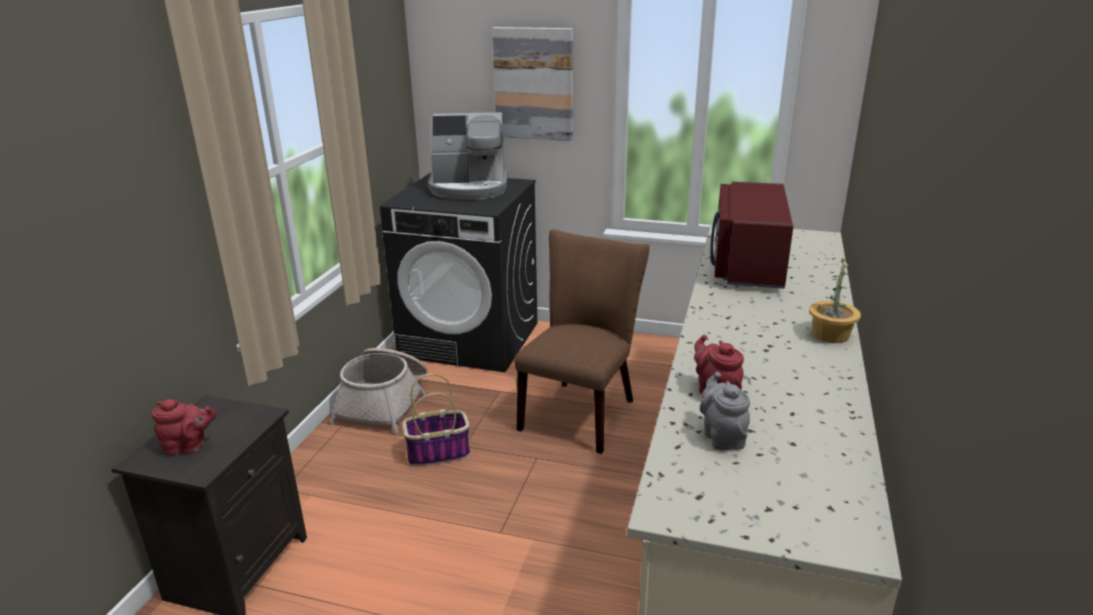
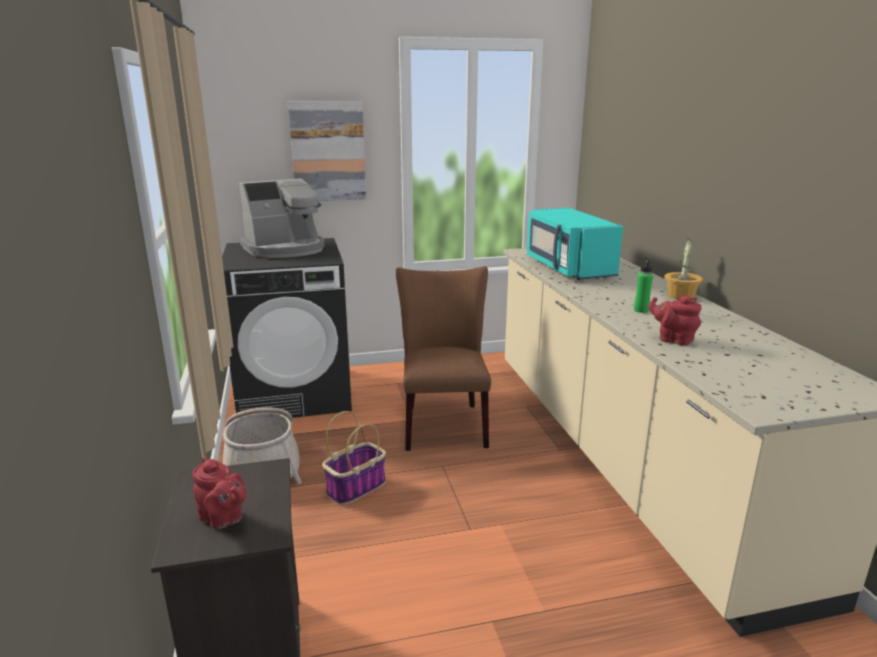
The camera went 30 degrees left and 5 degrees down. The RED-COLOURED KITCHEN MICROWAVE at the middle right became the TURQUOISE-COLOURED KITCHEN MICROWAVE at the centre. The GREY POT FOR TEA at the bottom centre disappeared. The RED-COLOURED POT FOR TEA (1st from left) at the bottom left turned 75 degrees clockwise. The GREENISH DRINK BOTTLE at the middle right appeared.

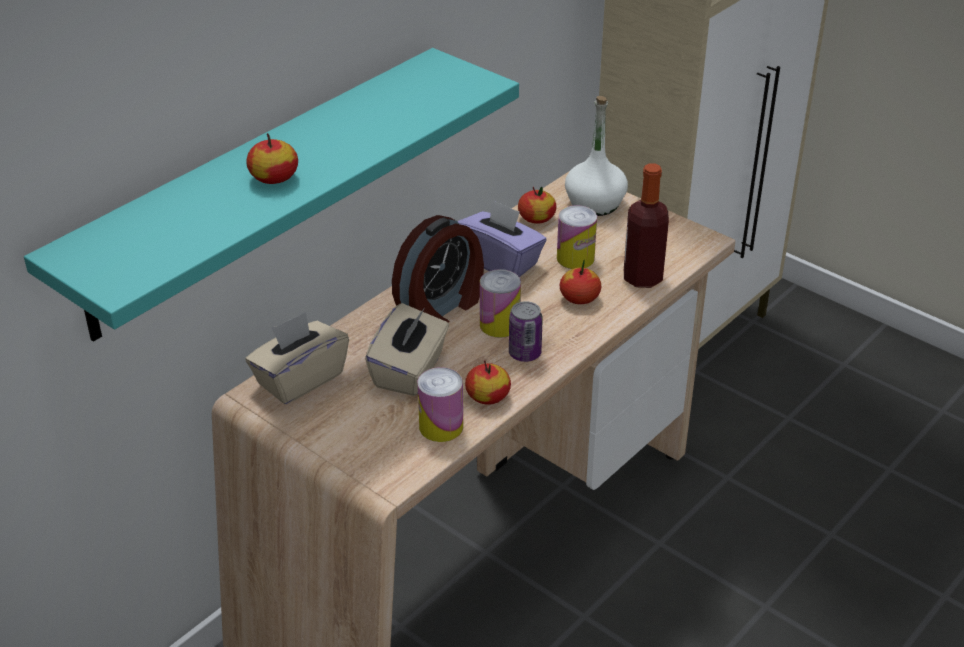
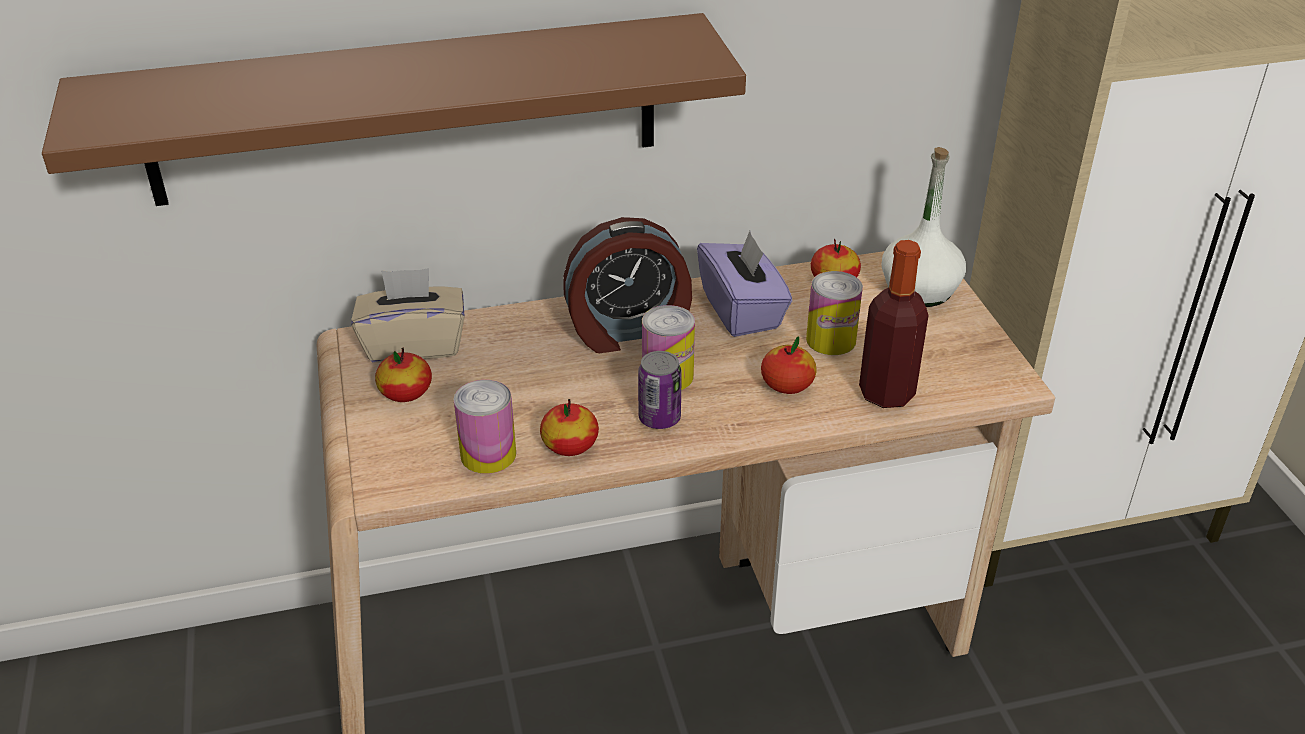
The camera went 35 degrees right and 0 degrees up. The TURQUOISE-COLOURED SHELF at the top left became the BROWN-COLOURED SHELF at the top left. The APPLE (1st from left) moved from the top left to the middle left. The BEIGE-COLOURED TISSUE BOX (2nd from left) at the centre disappeared.

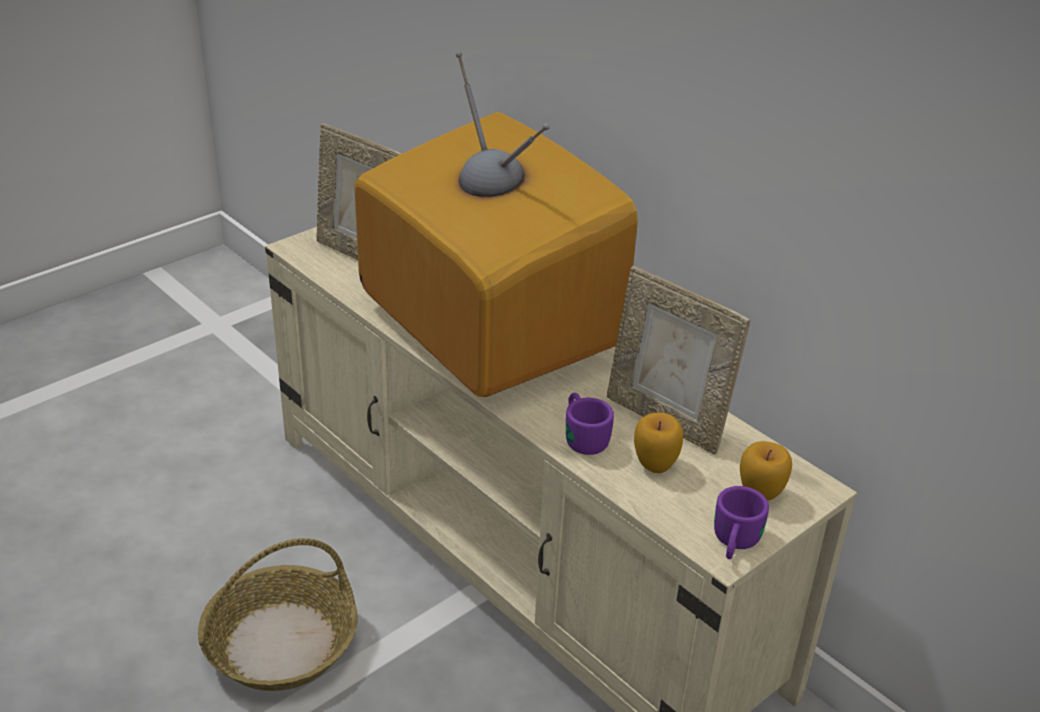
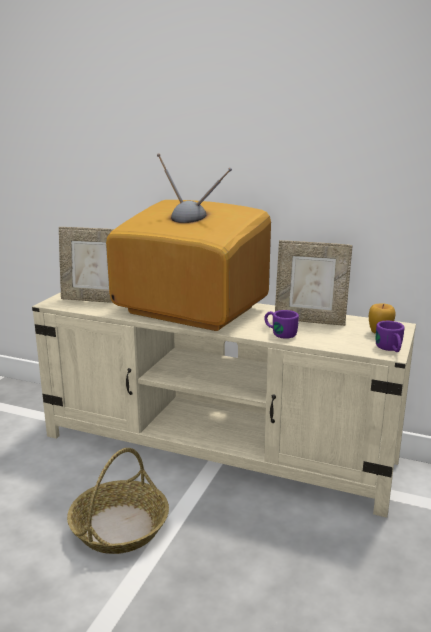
The camera went 25 degrees left and 15 degrees down. The APPLE (1st from left) at the centre disappeared.

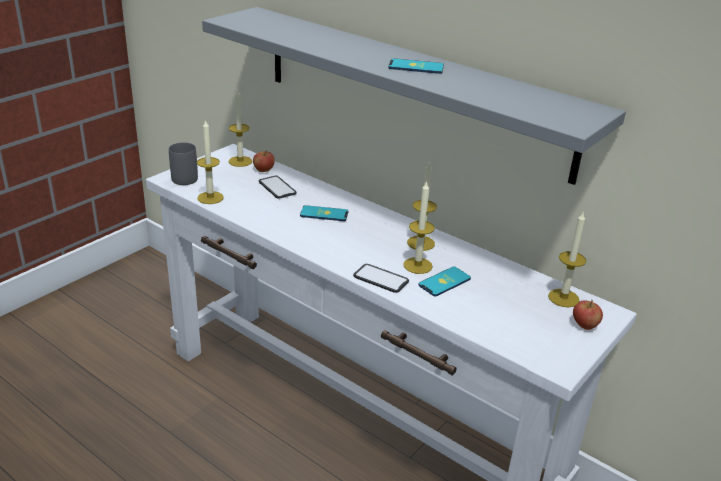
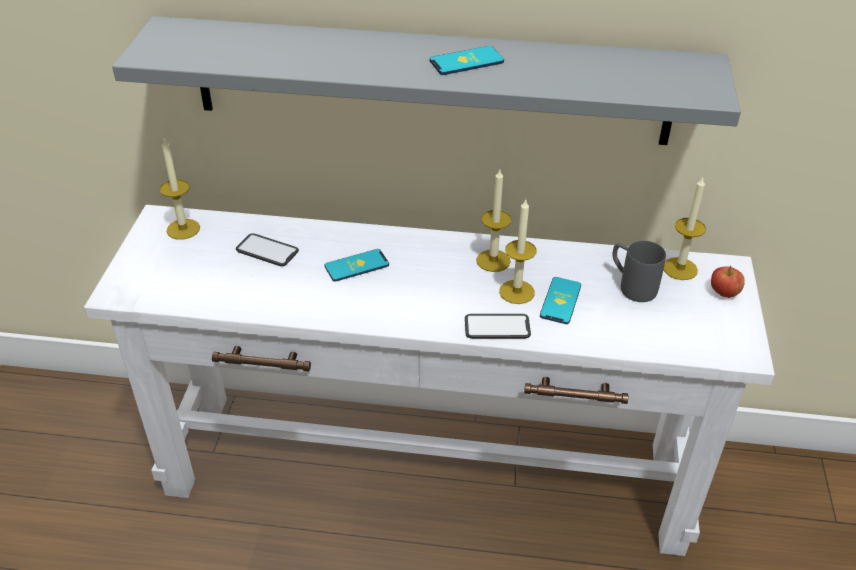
The camera went 30 degrees left and 10 degrees up. The CANDLE (1st from left) at the middle left disappeared. The GREY TEA MUG moved from the middle left to the middle right. The APPLE (1st from left) at the centre disappeared.

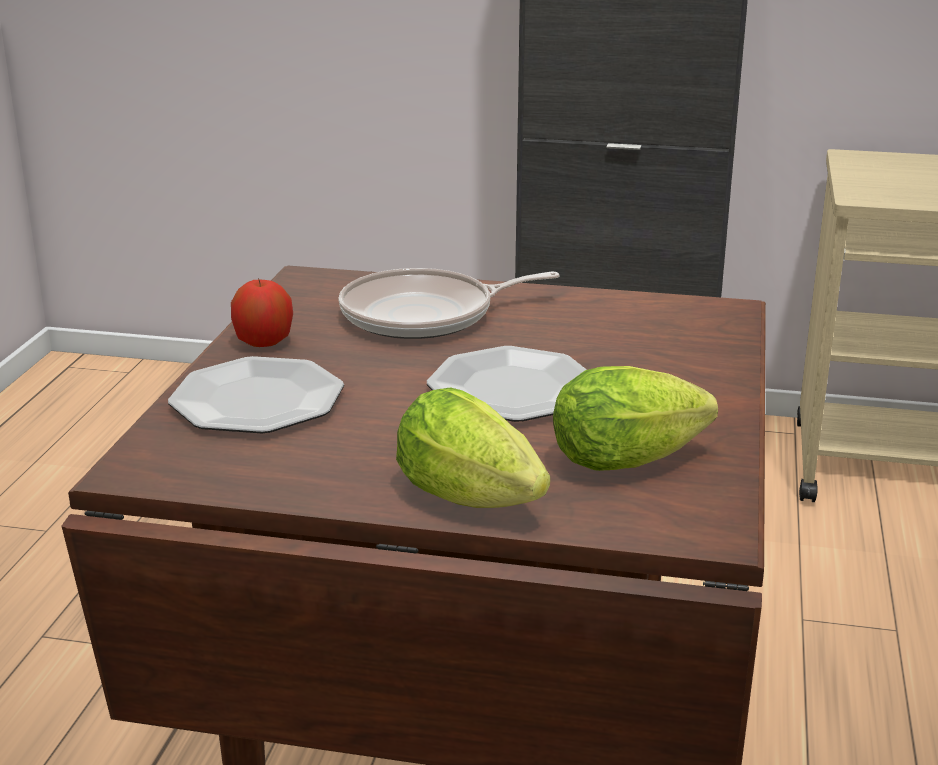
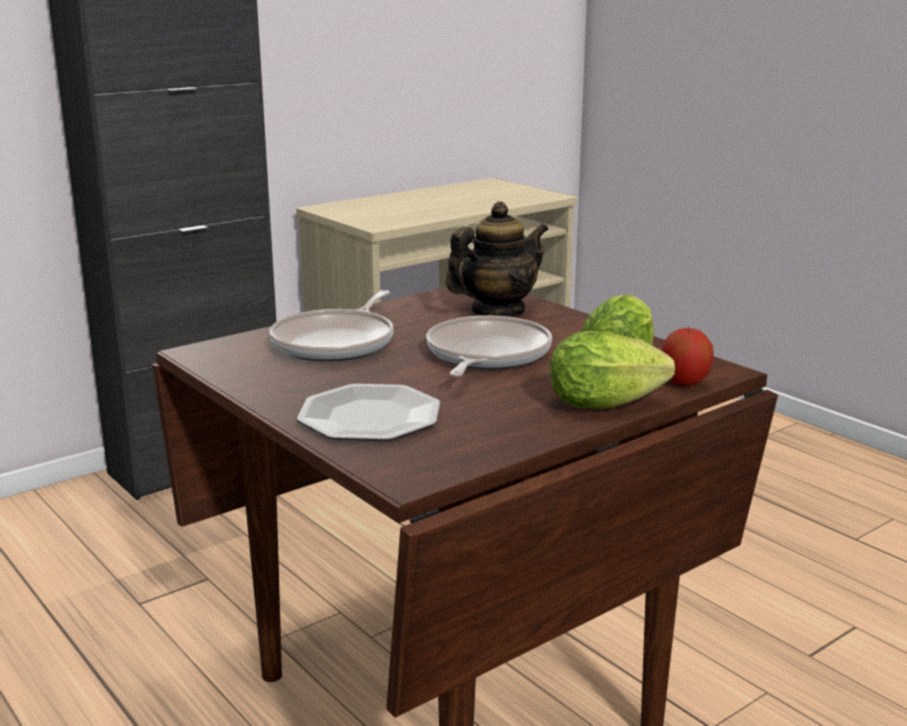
The camera went 50 degrees left and 5 degrees down. The APPLE moved from the middle left to the middle right. The FLAT DISH (2nd from left) at the centre was replaced by the SKILLET (2nd from left) at the centre. The POT FOR TEA at the centre appeared.

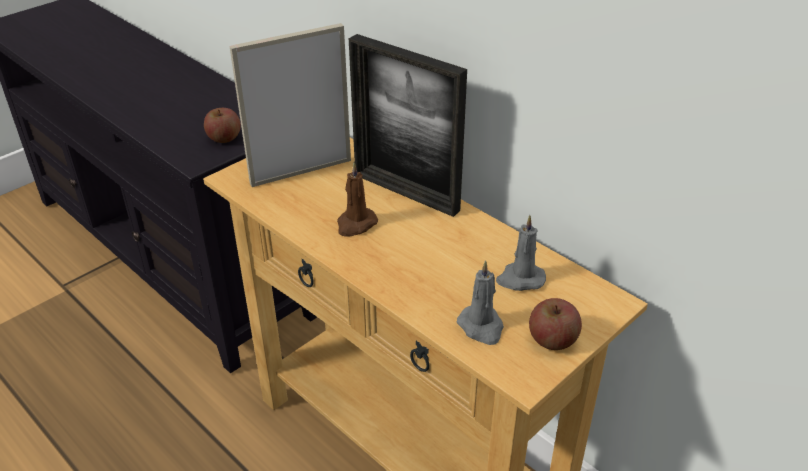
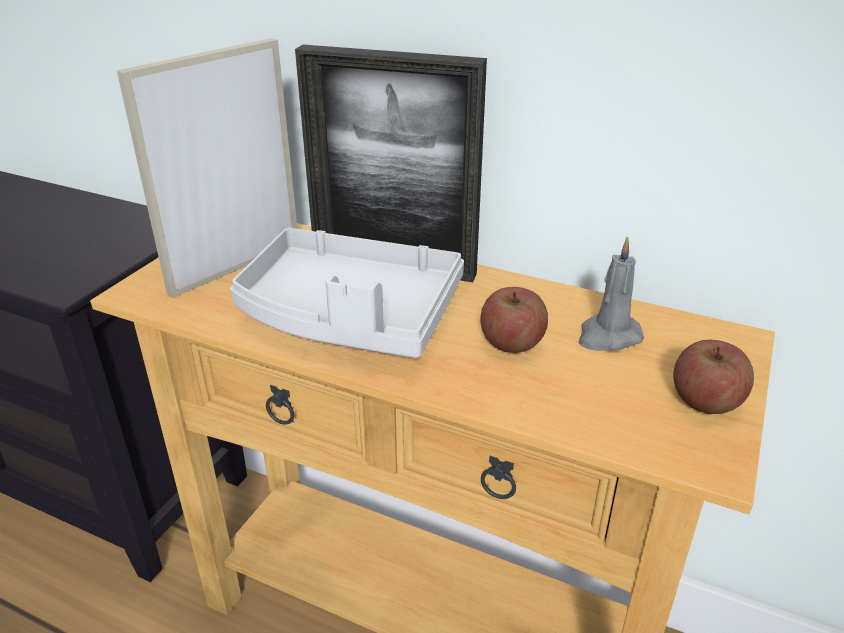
The camera went 20 degrees left and 5 degrees down. The APPLE (1st from left) moved from the top left to the centre. The BROWN-COLOURED CANDLE at the centre was replaced by the GREY SERVING TRAY at the centre. The GREY CANDLE (1st from left) at the centre disappeared.

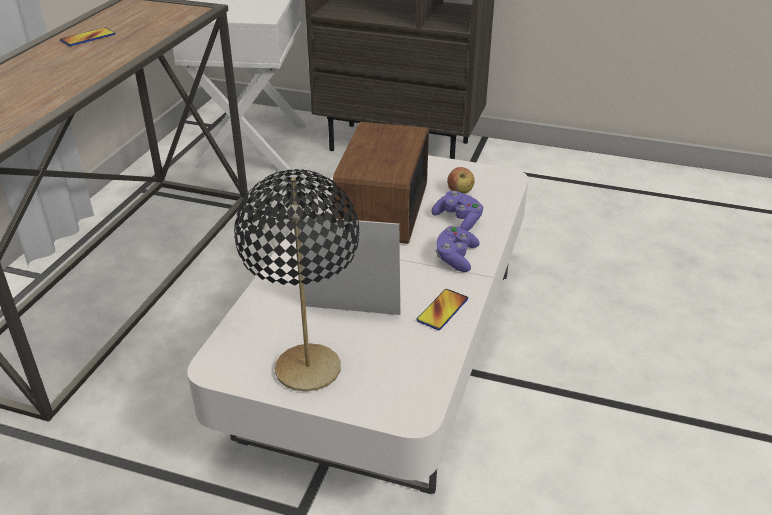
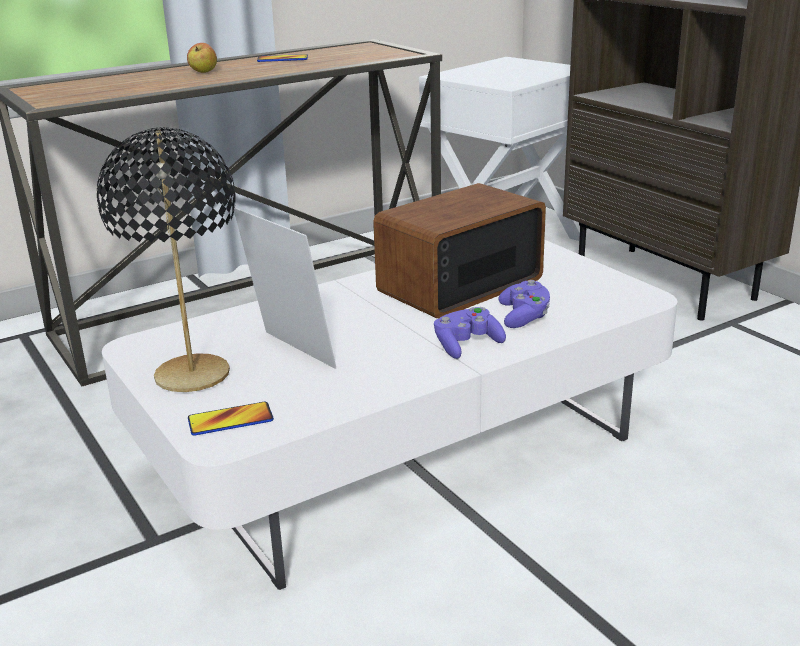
The camera went 40 degrees right and 10 degrees down. The APPLE moved from the centre to the top left. The TELEPHONE (2nd from left in the first image) moved from the centre to the middle left.

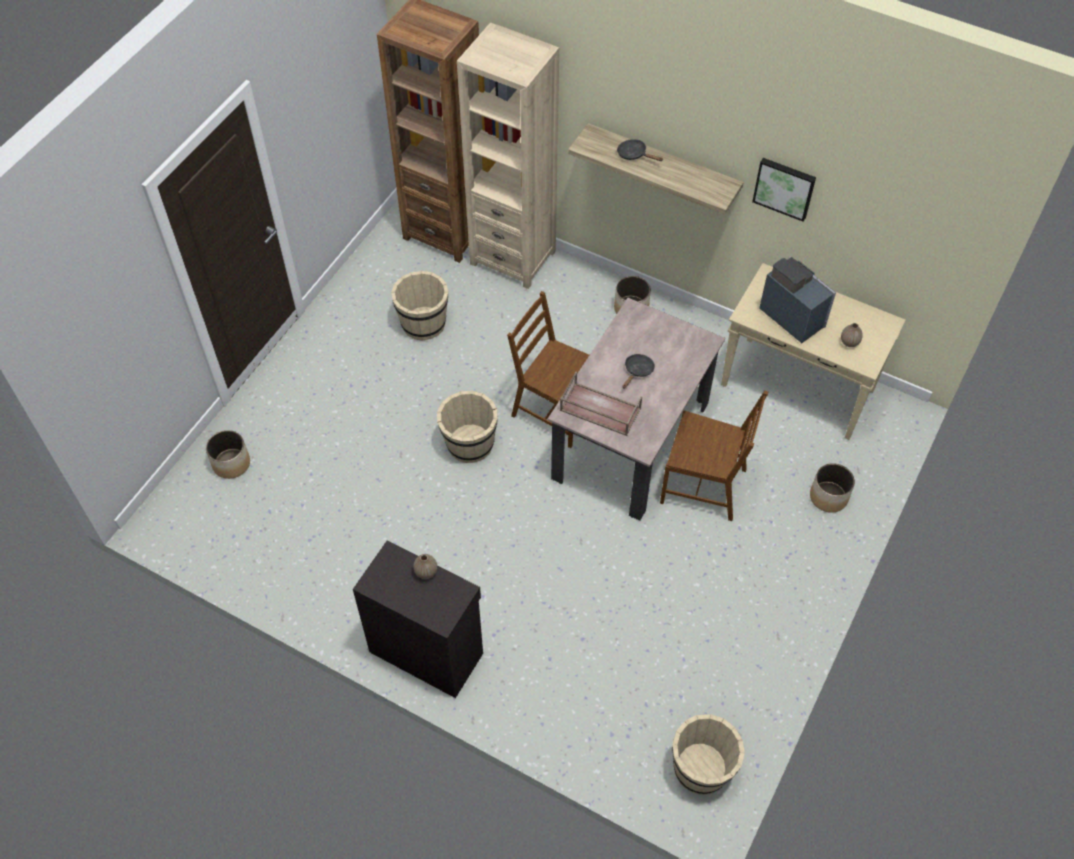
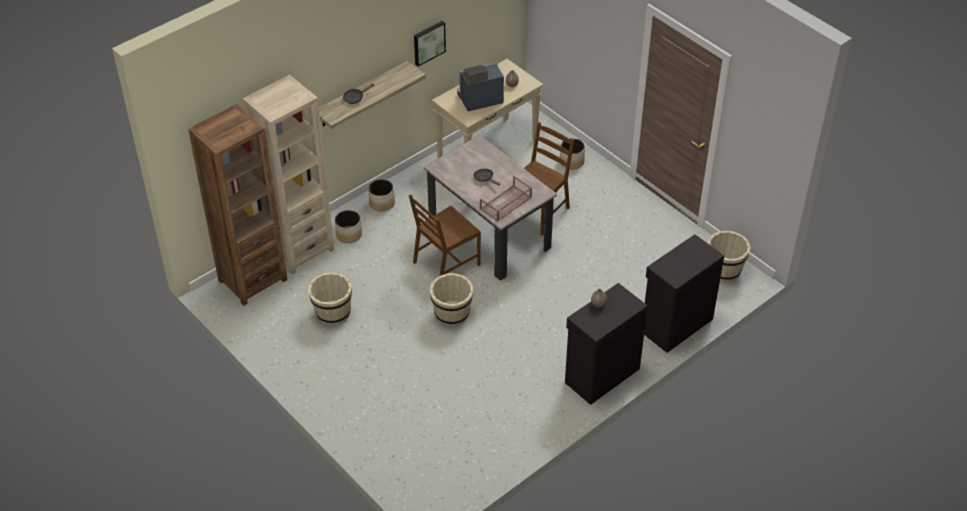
The camera went 70 degrees left and 10 degrees down. The FLOWER POT (1st from left) moved from the middle left to the centre. The BLACK-COLOURED STORAGE CABINET (2nd from left) at the middle right appeared.

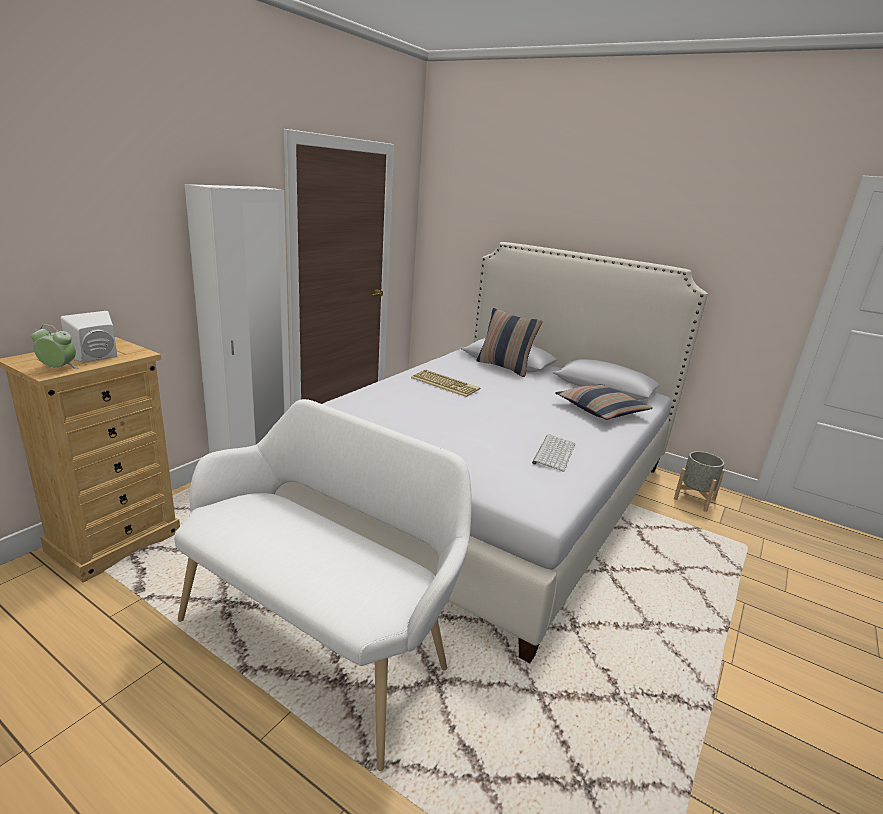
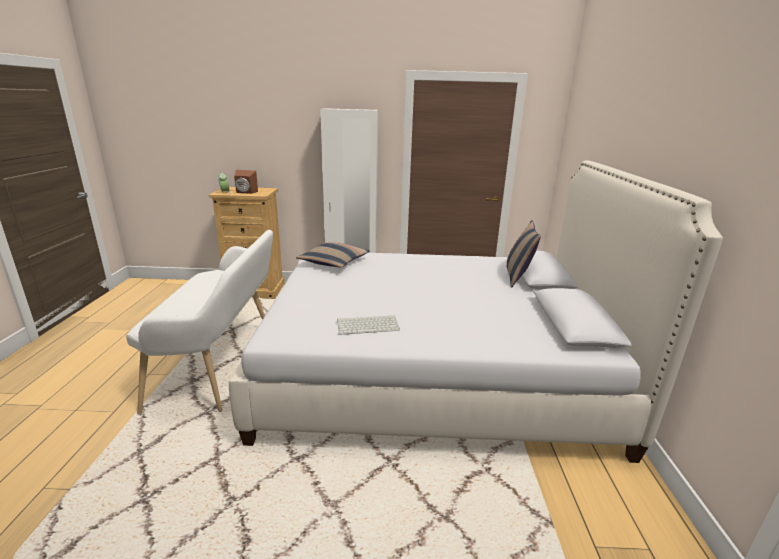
The camera went 60 degrees right and 0 degrees up. The WHITE-COLOURED LOUDSPEAKER at the middle left became the BROWN-COLOURED LOUDSPEAKER at the top left. The PC KEYBOARD (1st from left) at the centre disappeared. The CUSHION (2nd from left in the first image) moved from the middle right to the centre. The GREY FLOWER POT at the middle right disappeared.

